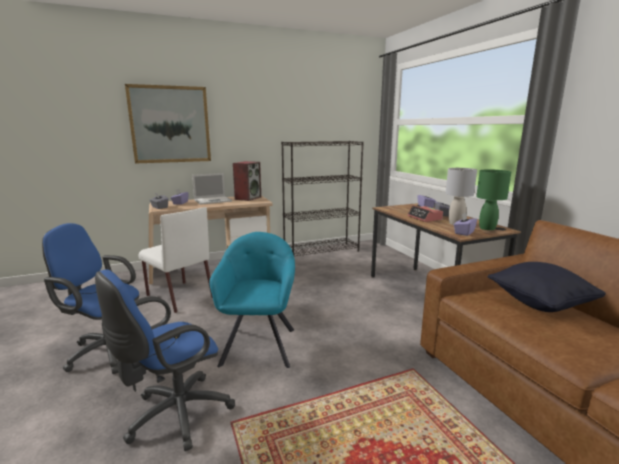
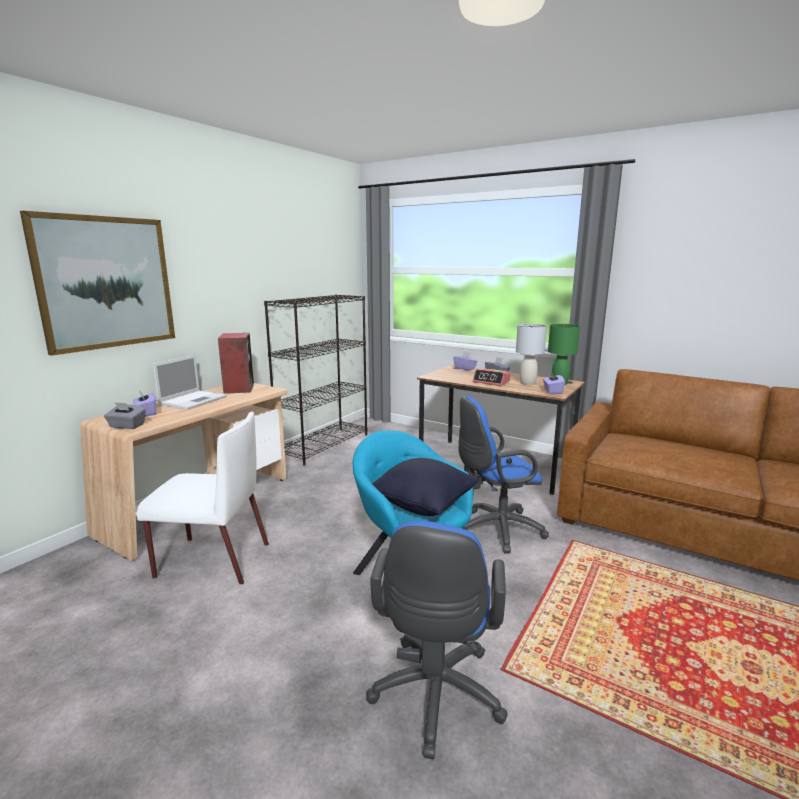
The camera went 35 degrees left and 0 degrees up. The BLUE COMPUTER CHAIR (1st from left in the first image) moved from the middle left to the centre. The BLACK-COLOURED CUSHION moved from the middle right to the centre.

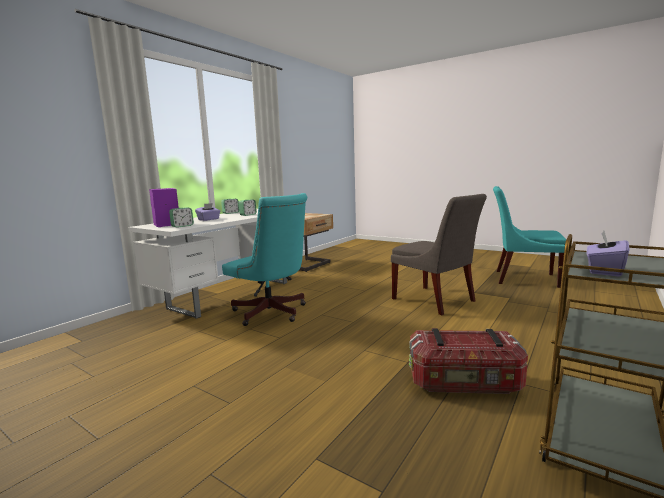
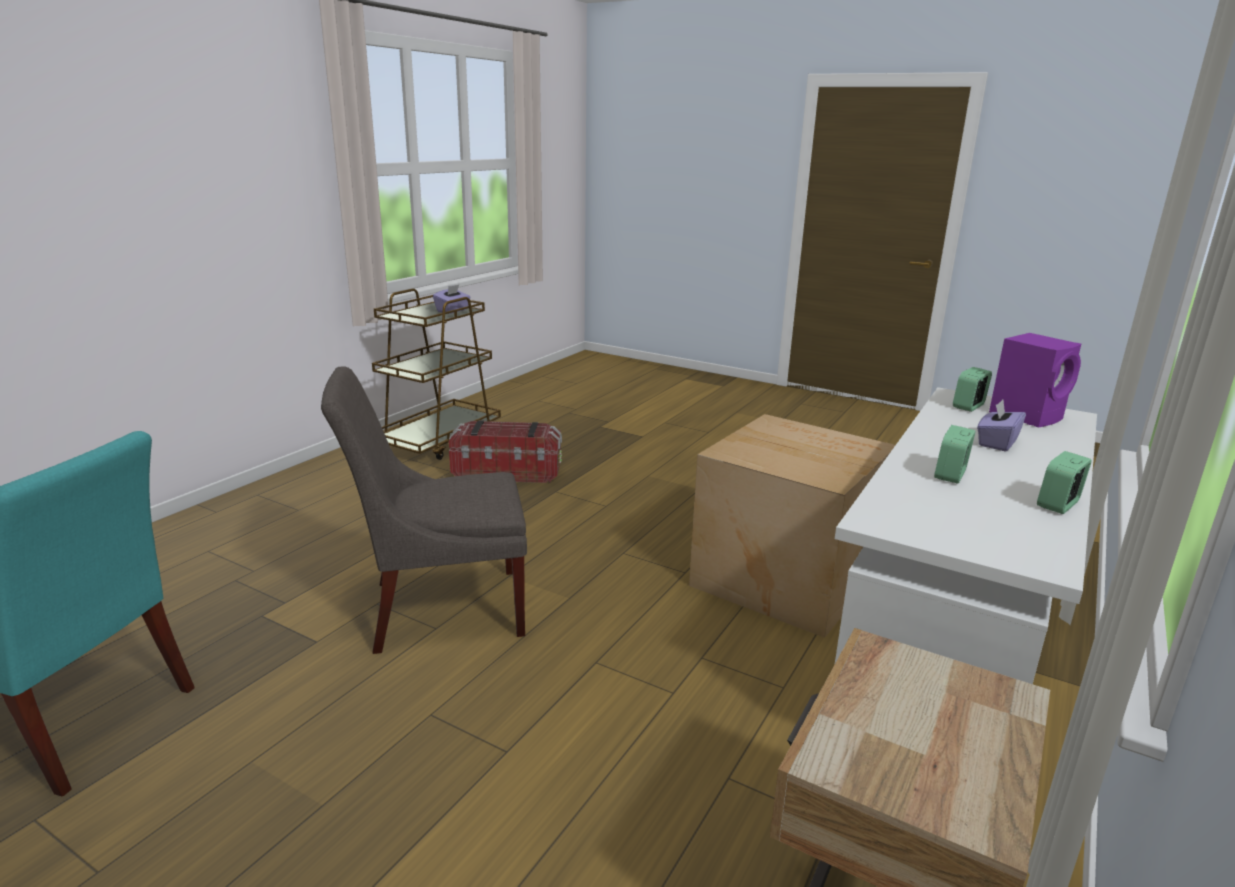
The camera went 175 degrees right and 10 degrees up. The TURQUOISE-COLOURED COMPUTER CHAIR at the centre was replaced by the PACKING BOX at the centre. The GREY PLAIN CHAIR at the centre turned 60 degrees counterclockwise.

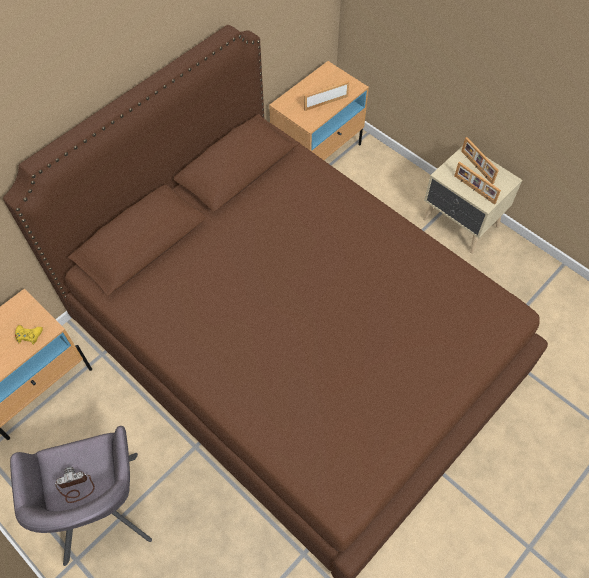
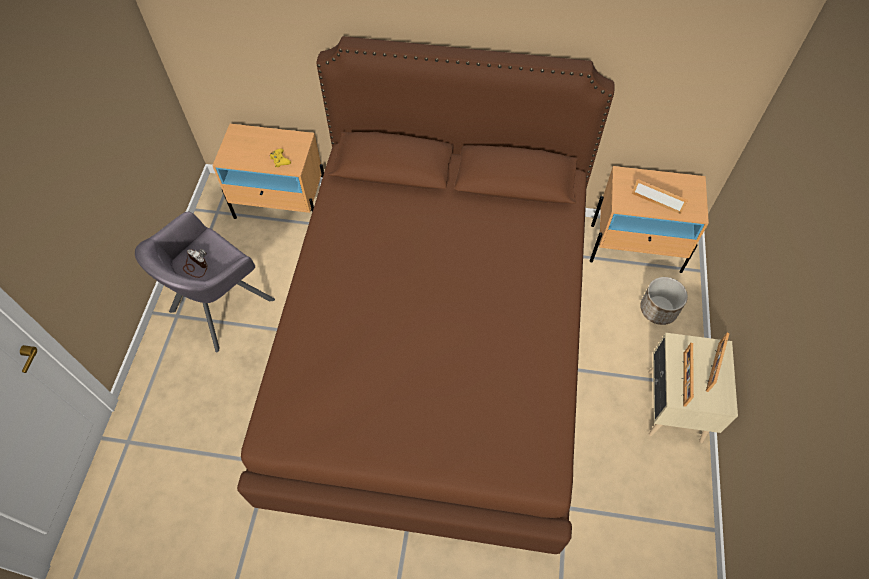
The camera went 55 degrees right and 0 degrees up. The FLOWER POT at the middle right appeared.

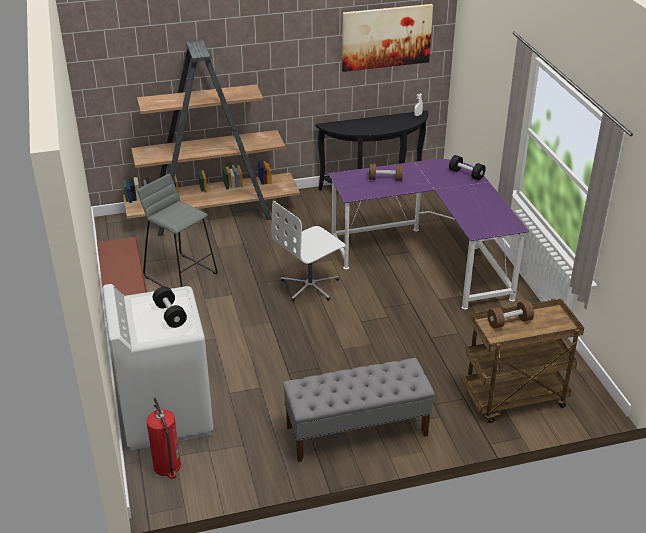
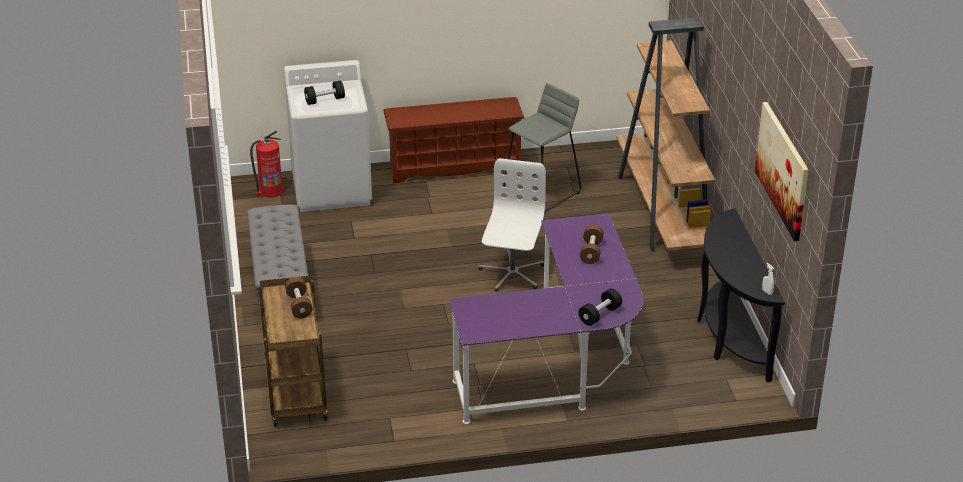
The camera went 95 degrees right and 0 degrees up. The WHITE-COLOURED COMPUTER CHAIR at the centre turned 45 degrees clockwise.

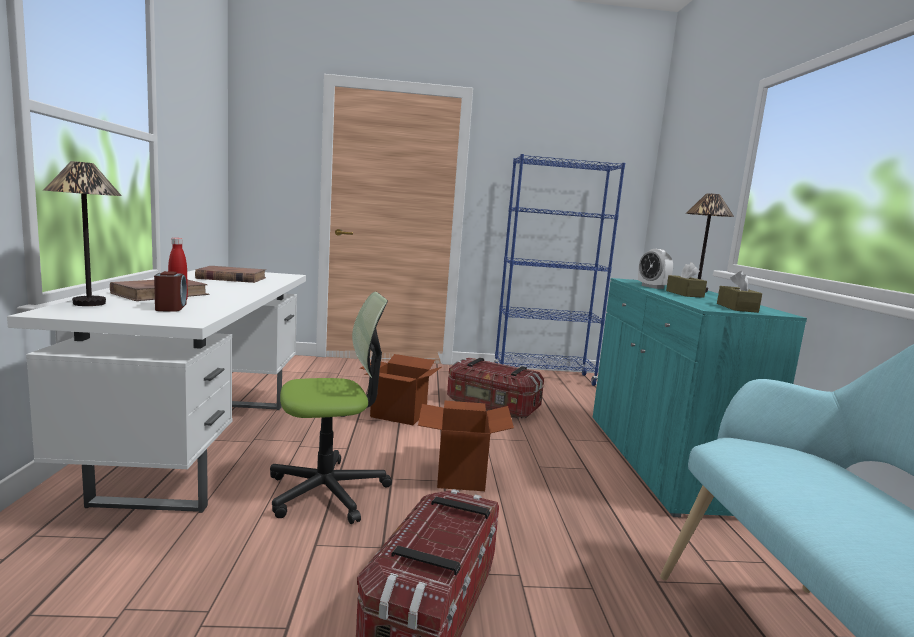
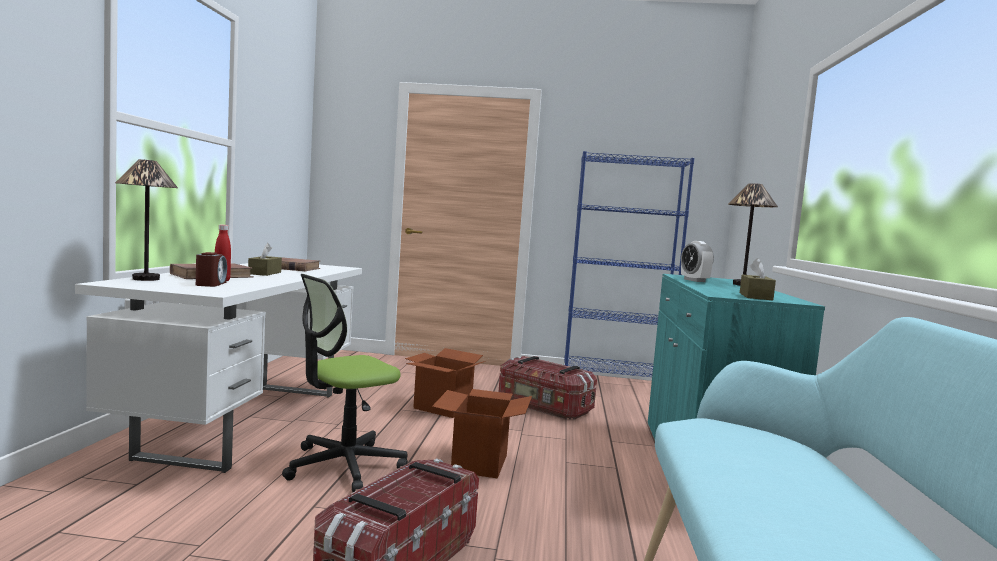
The camera went 10 degrees right and 5 degrees down. The BROWN-COLOURED TISSUE BOX (1st from left) moved from the middle right to the middle left. The COMPUTER CHAIR at the centre turned 150 degrees clockwise.

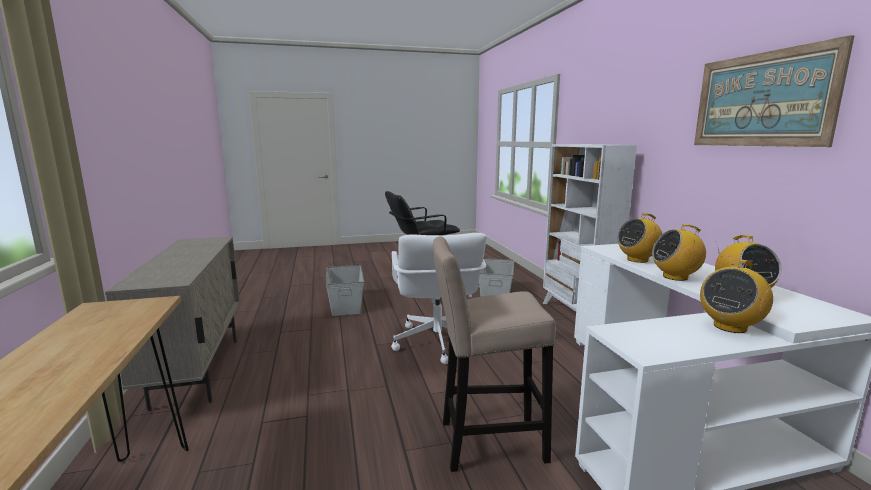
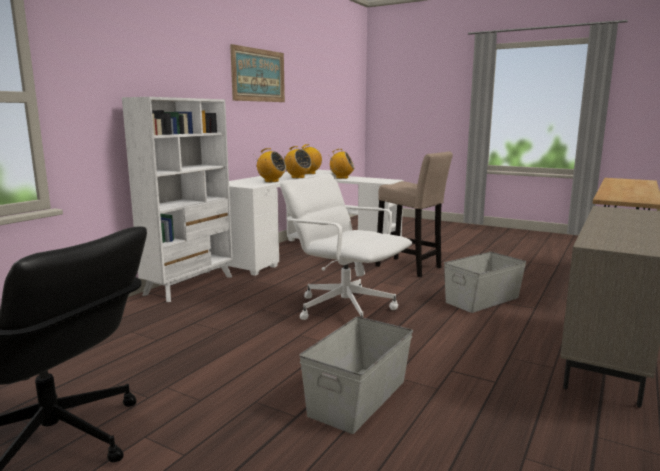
The camera went 135 degrees left and 0 degrees up. The WHITE-COLOURED COMPUTER CHAIR at the centre turned 90 degrees counterclockwise. The GREY STORAGE BIN (2nd from left) moved from the centre to the middle right.

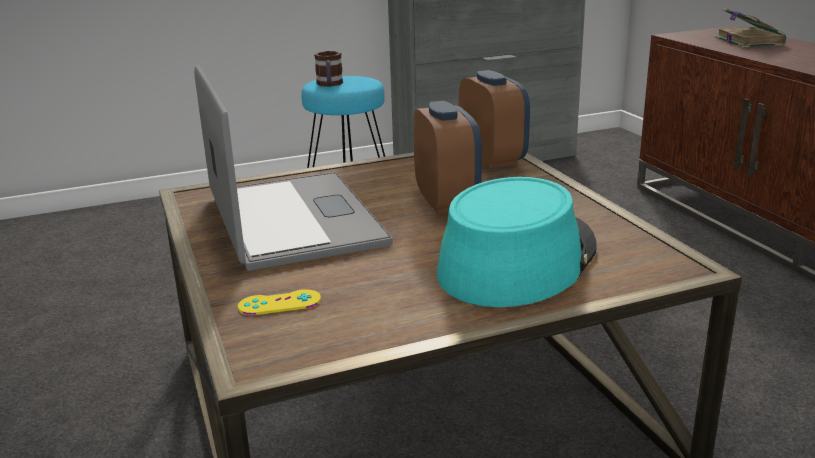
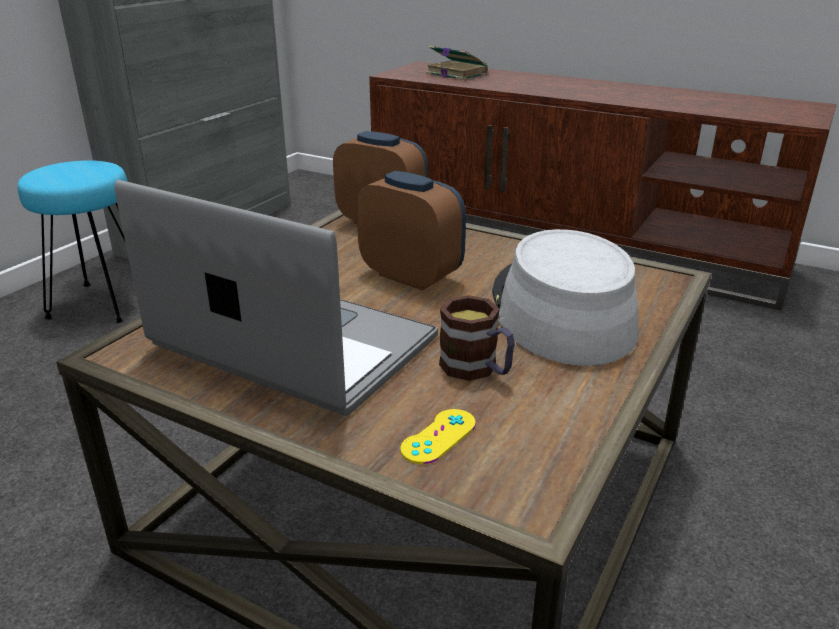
The camera went 40 degrees left and 5 degrees up. The TEA MUG moved from the top centre to the centre. The TURQUOISE-COLOURED WEARABLE HAT at the centre became the GREY WEARABLE HAT at the middle right.

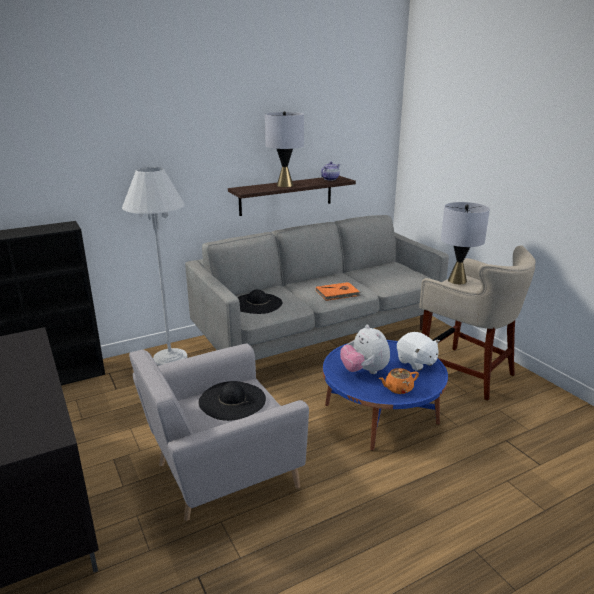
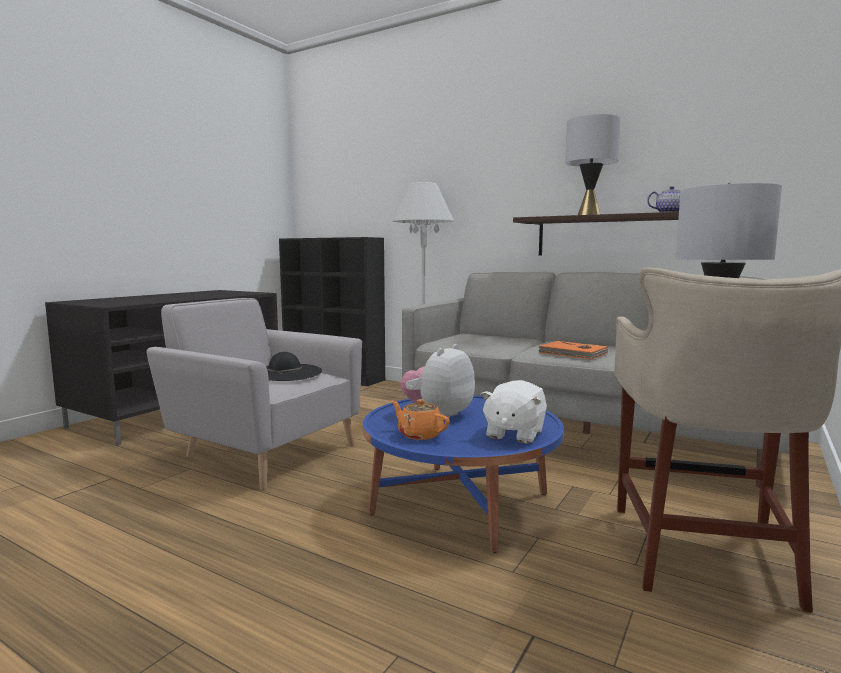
The camera went 60 degrees right and 15 degrees down. The BLACK-COLOURED WEARABLE HAT (2nd from left) at the centre disappeared.

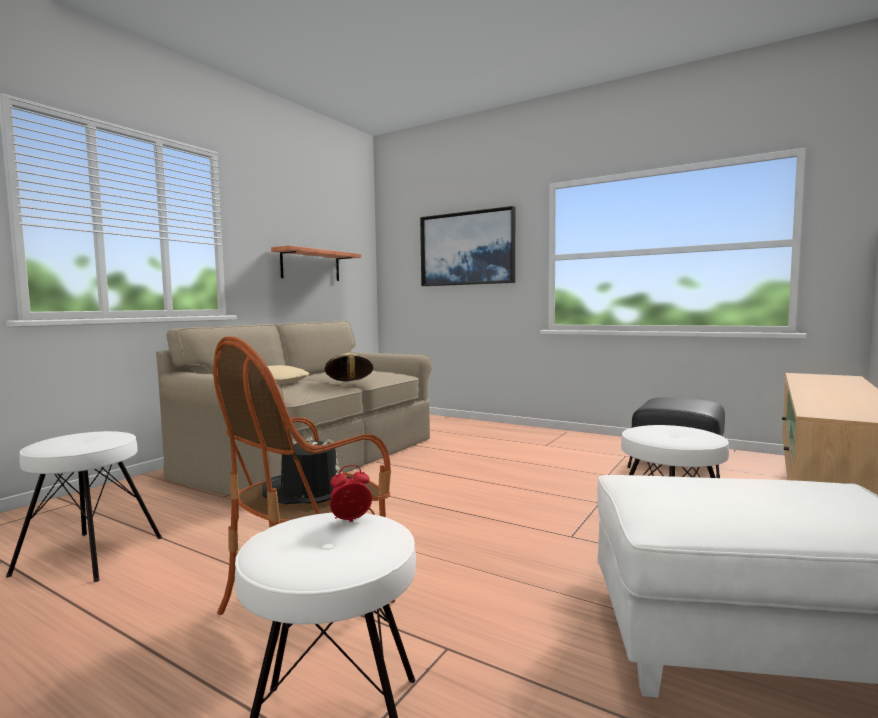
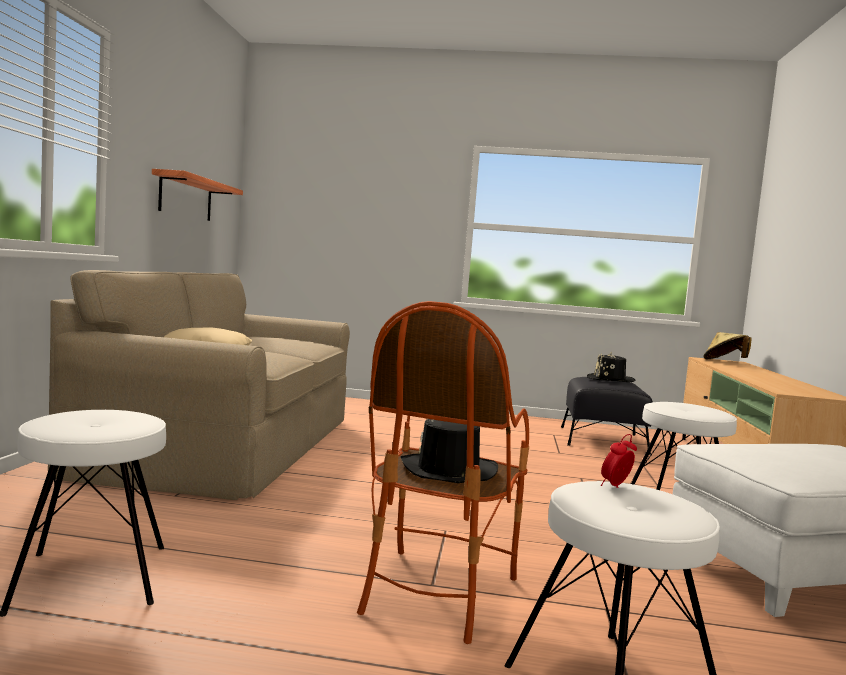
The camera went 25 degrees left and 0 degrees up. The WALL PICTURE at the centre disappeared. The BEIGE-COLOURED WEARABLE HAT moved from the centre to the middle right. The BLACK-COLOURED WEARABLE HAT (2nd from left) at the middle right appeared.

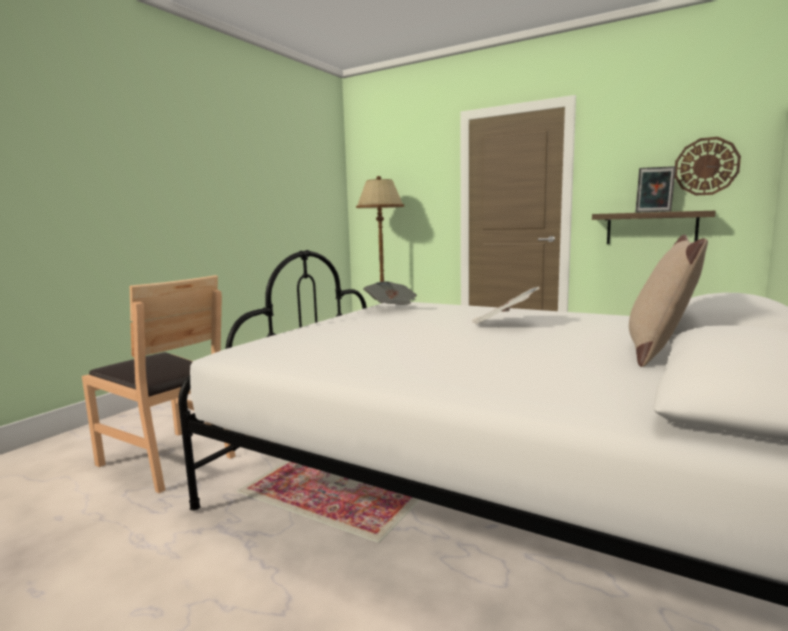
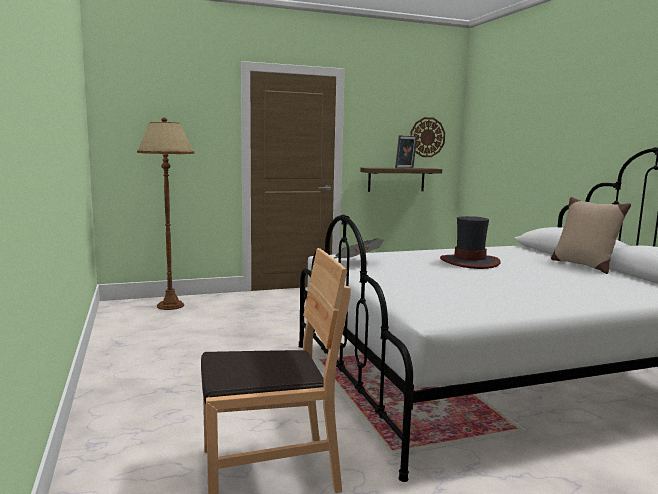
The camera went 50 degrees left and 0 degrees up. The DAILY PAPER (2nd from left) at the centre was replaced by the WEARABLE HAT at the middle right.

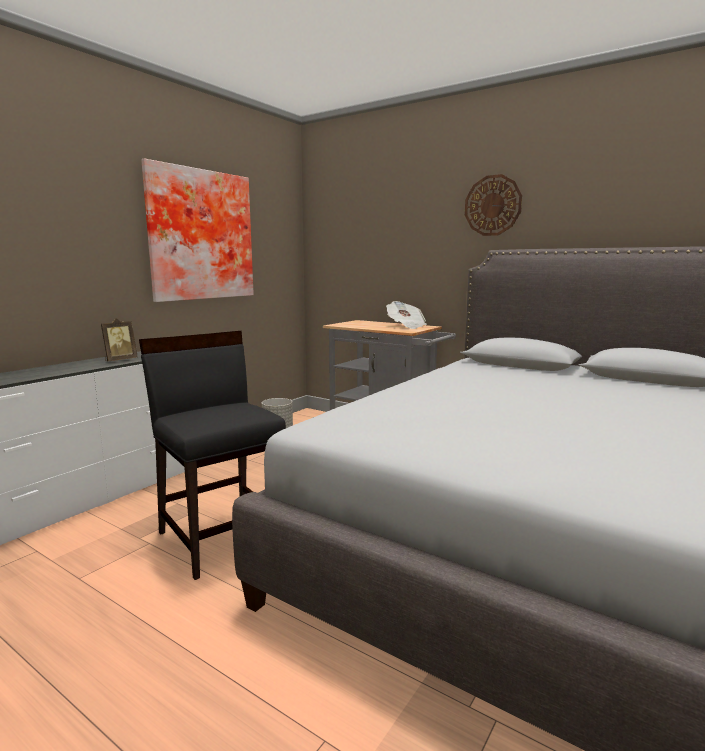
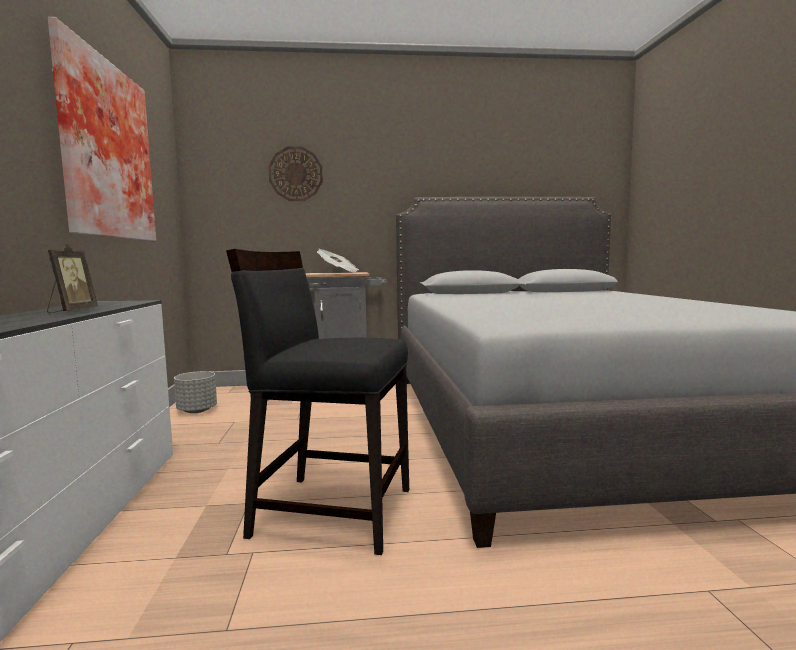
The camera went 40 degrees left and 5 degrees down. The CLOCK ON THE WALL moved from the top right to the top centre.

